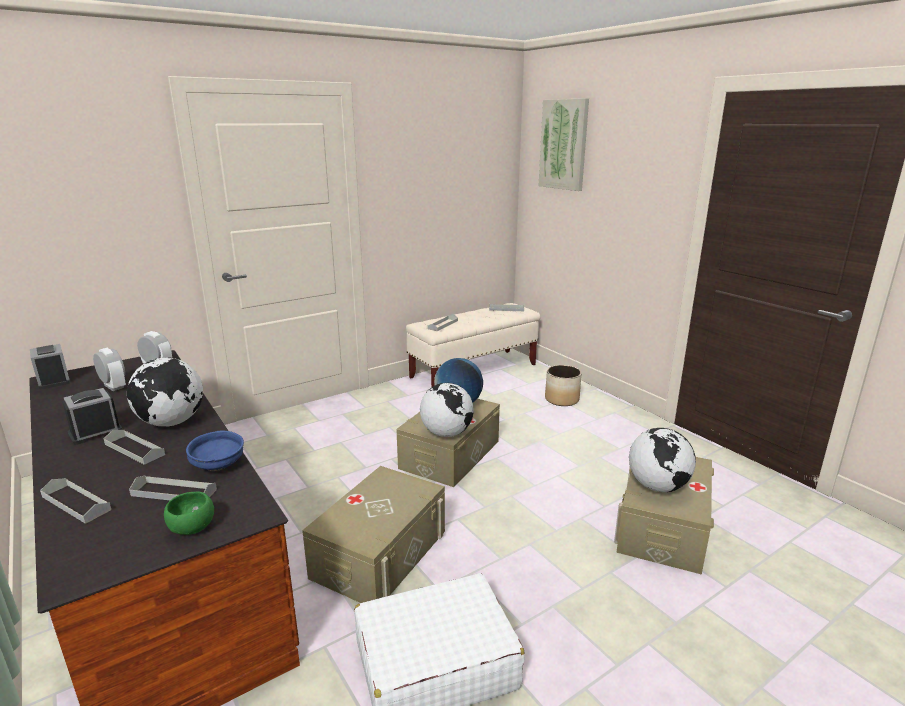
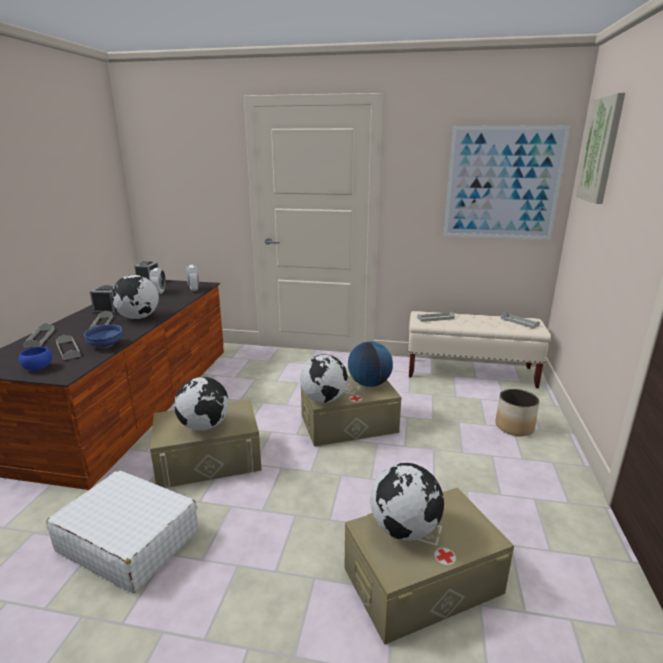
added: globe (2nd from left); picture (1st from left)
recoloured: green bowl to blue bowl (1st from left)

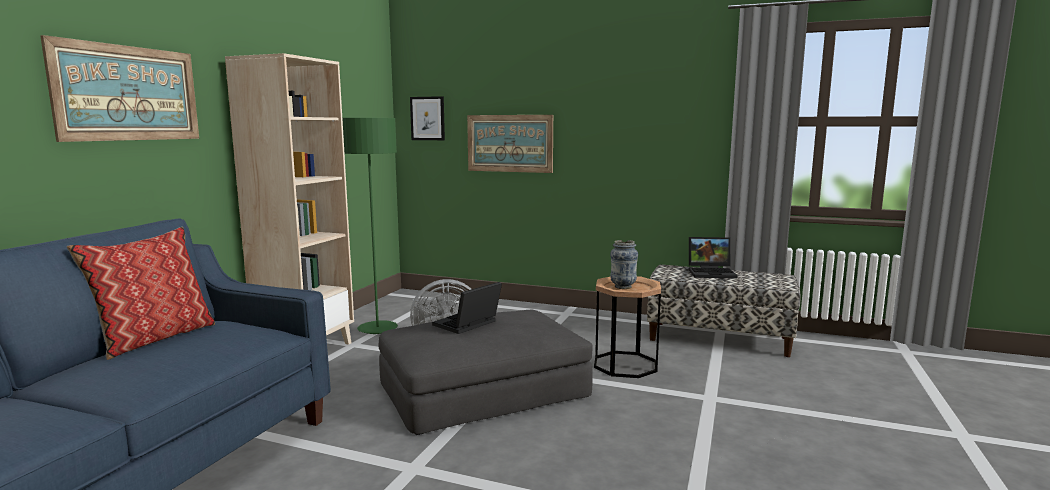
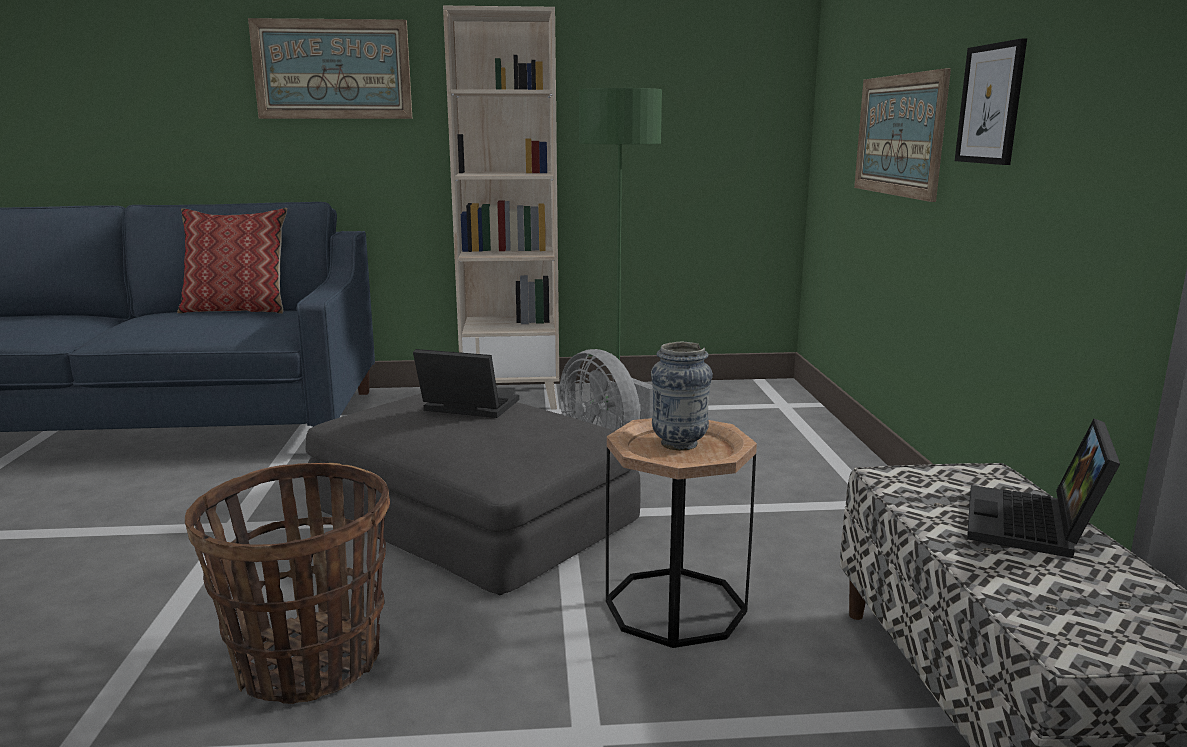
added: basket
moved: picture (2nd from left in the first image) to picture (3rd from left)
turned: laptop (2nd from left) 45 degrees clockwise

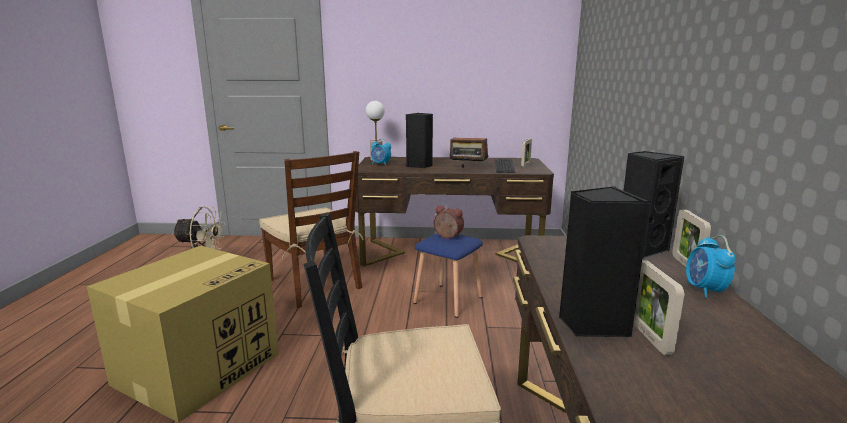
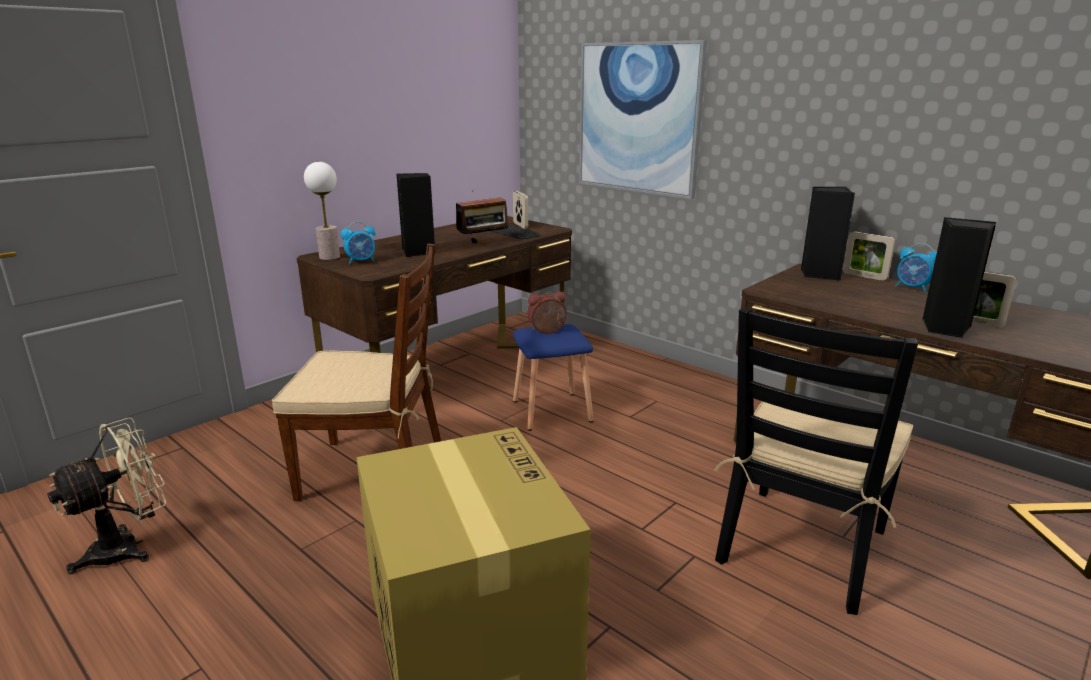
added: picture

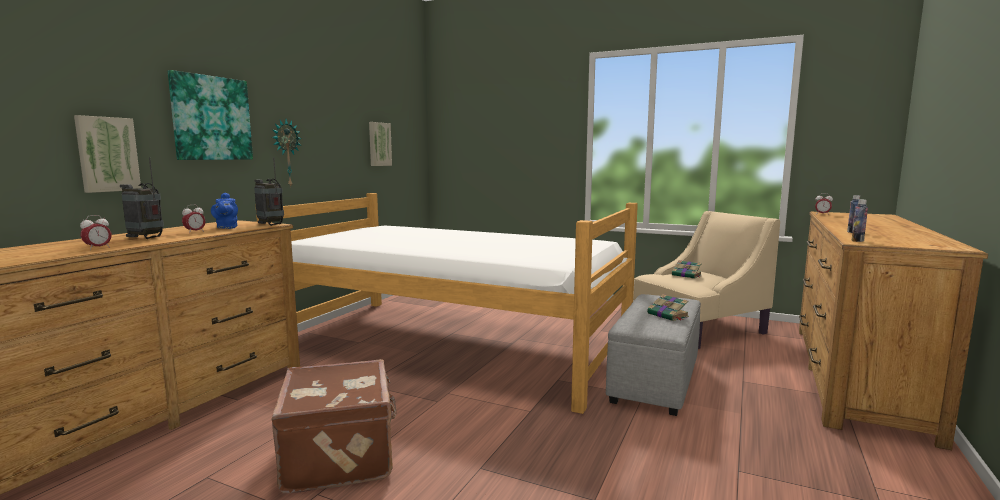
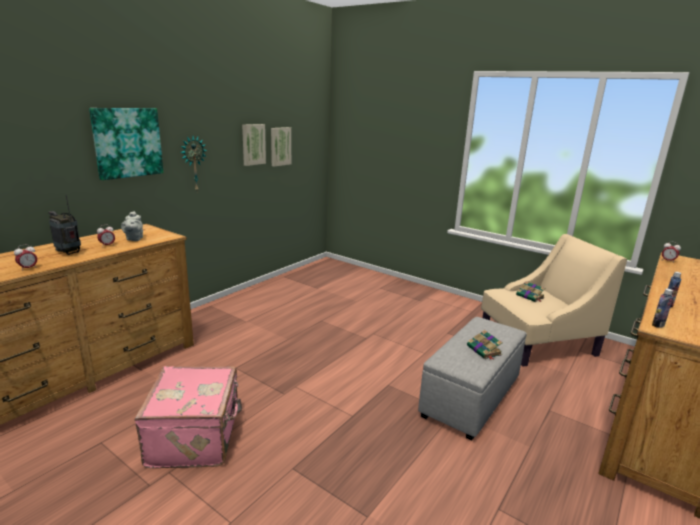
removed: radio (2nd from left); bed
moved: picture (1st from left in the first image) to picture (2nd from left)
recoloured: blue teapot to grey teapot; brown suitcase to pink suitcase

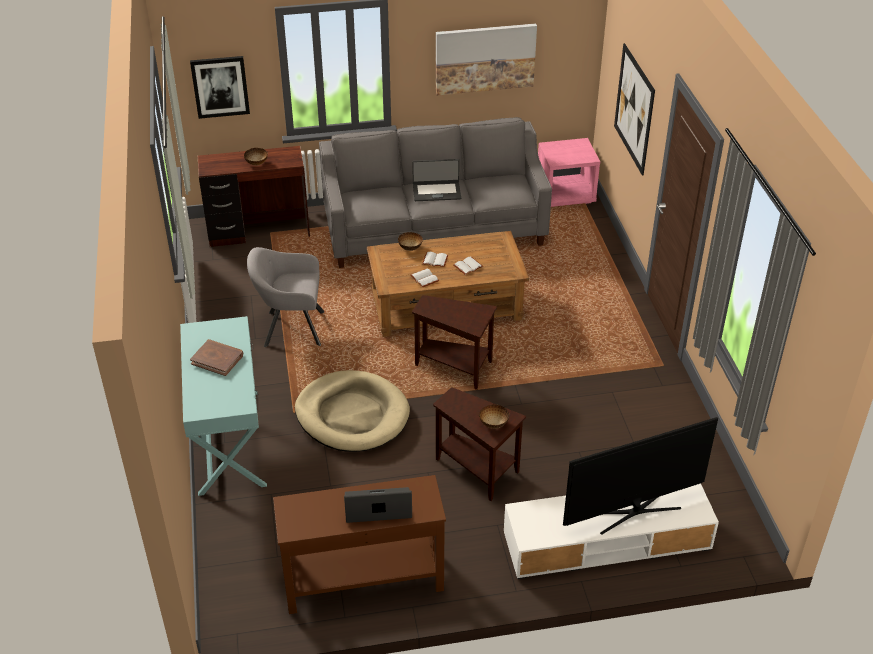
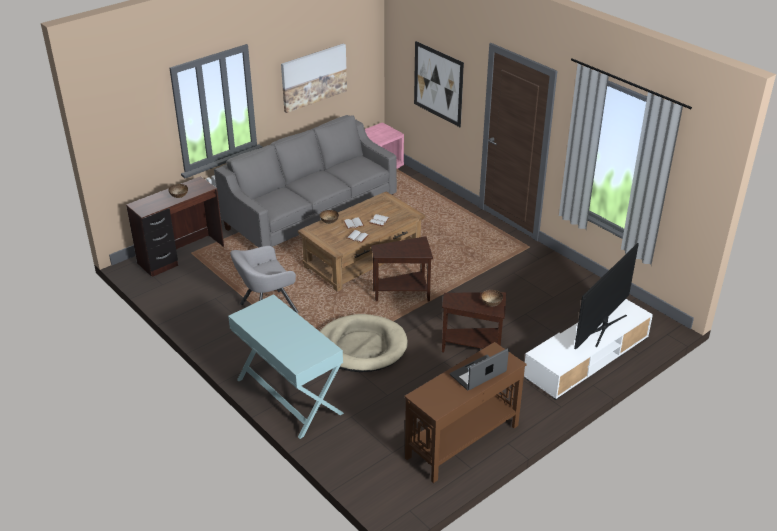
removed: picture (1st from left); brown book; laptop (2nd from left)

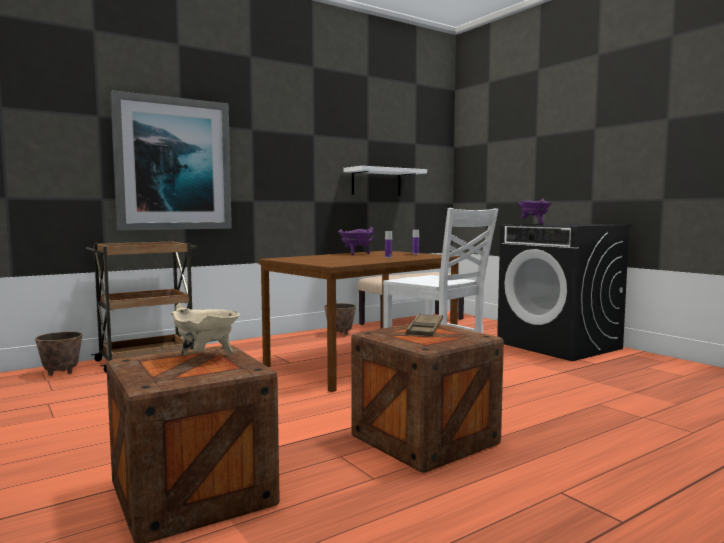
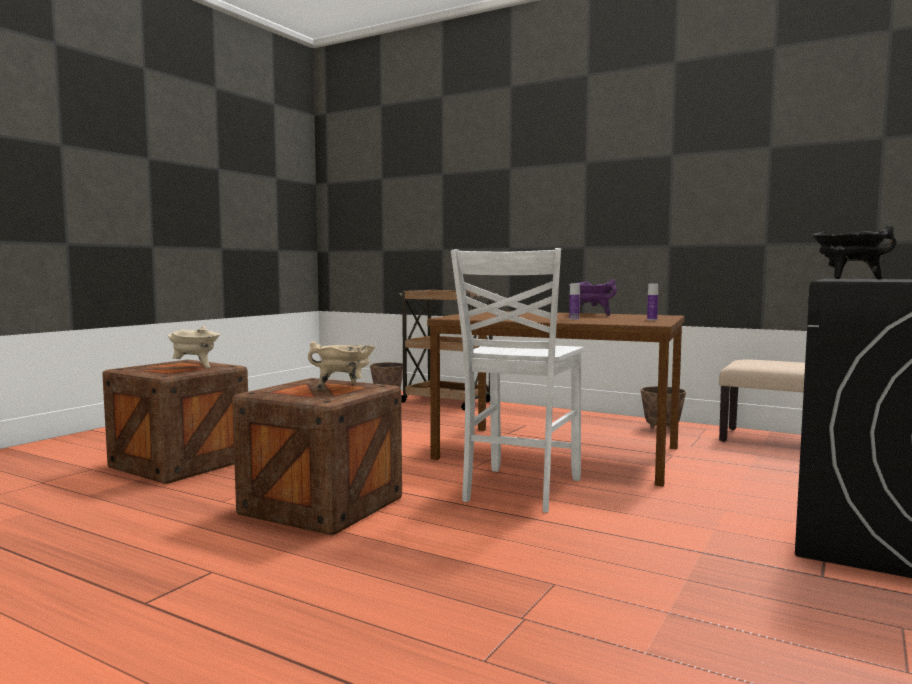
removed: picture; white shelf
replaced: brown tray to beige cooking pot (2nd from left)
recoloured: purple cooking pot (2nd from left) to black cooking pot

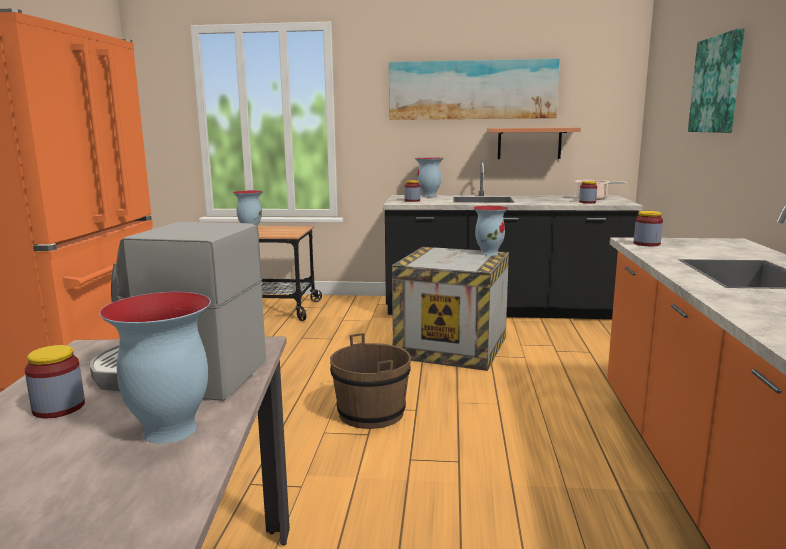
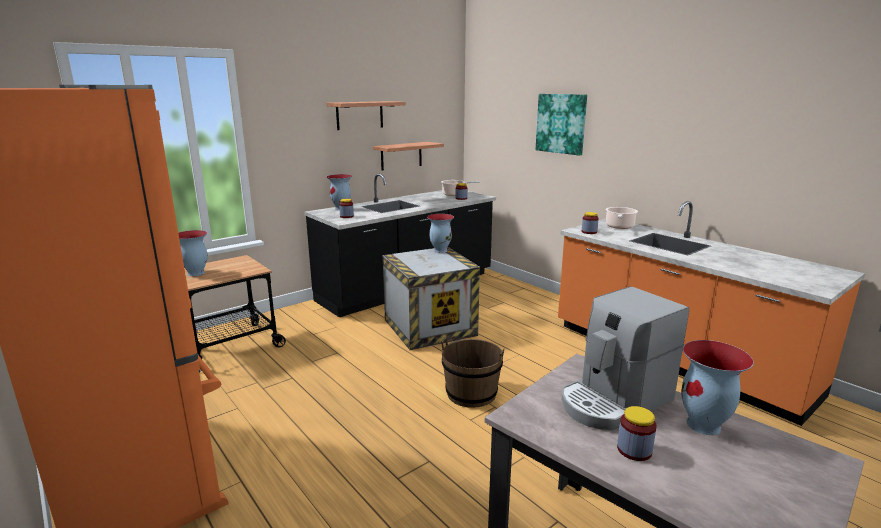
added: cooking pot (2nd from left)
replaced: picture (1st from left) to shelf (1st from left)

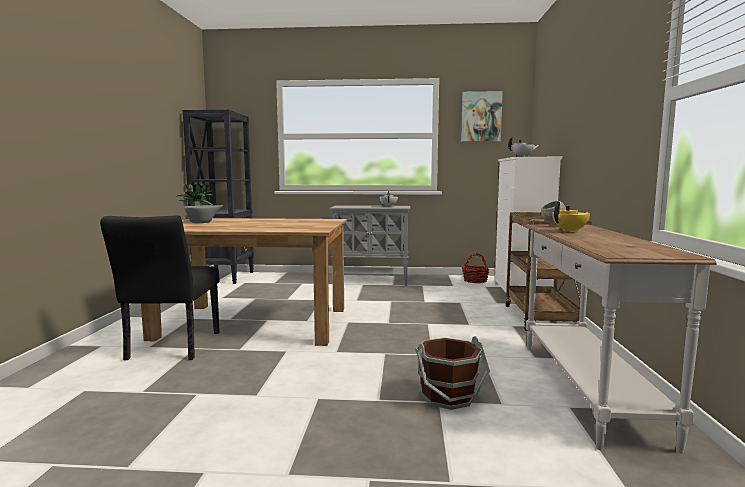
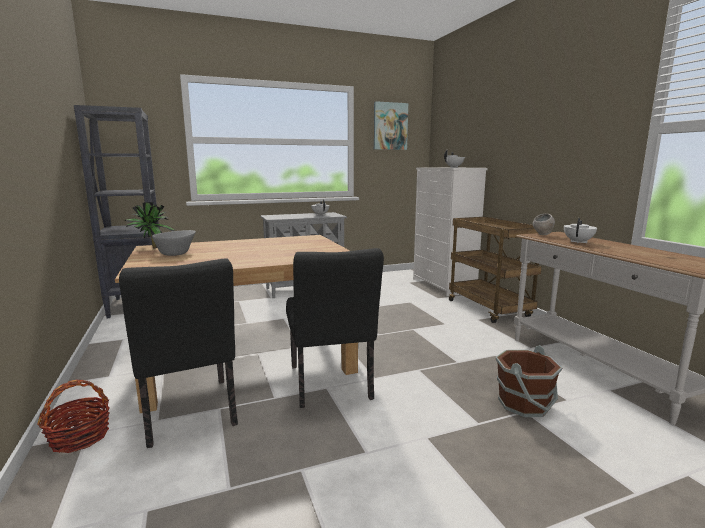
added: black chair (2nd from left)
moved: basket
recoloured: yellow teapot to white teapot (3rd from left)

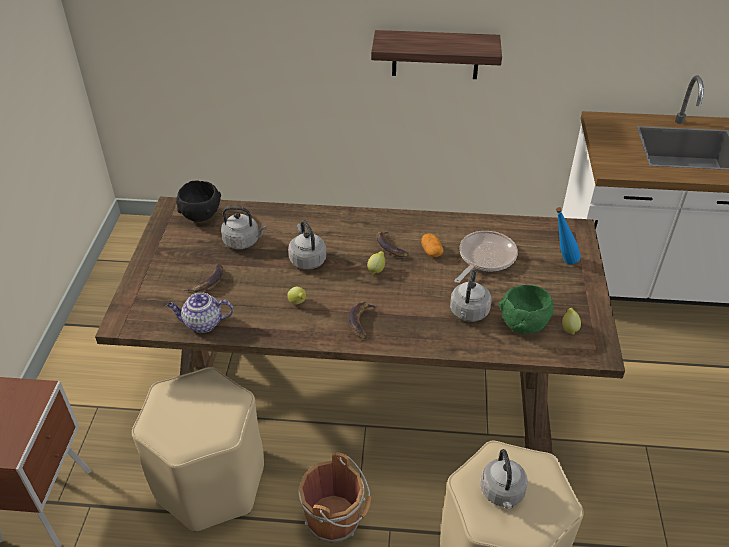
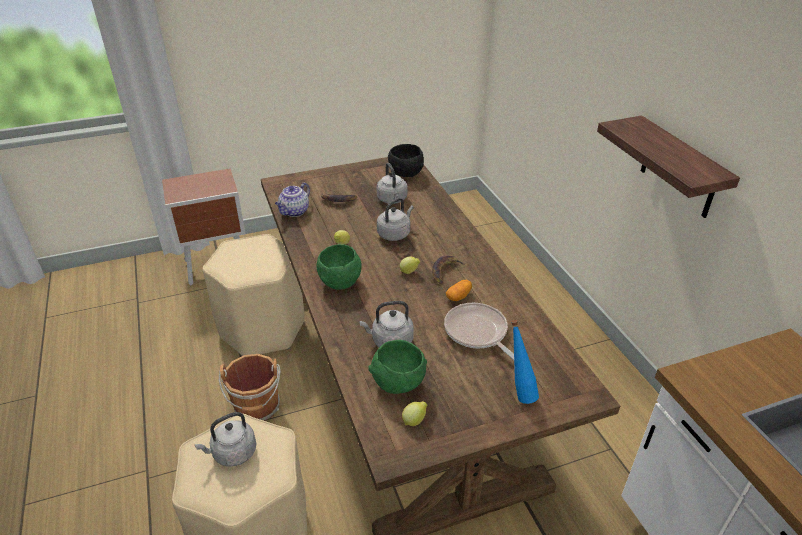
replaced: banana (2nd from left) to green bowl (1st from left)
turned: teapot 120 degrees counterclockwise; frying pan 135 degrees counterclockwise

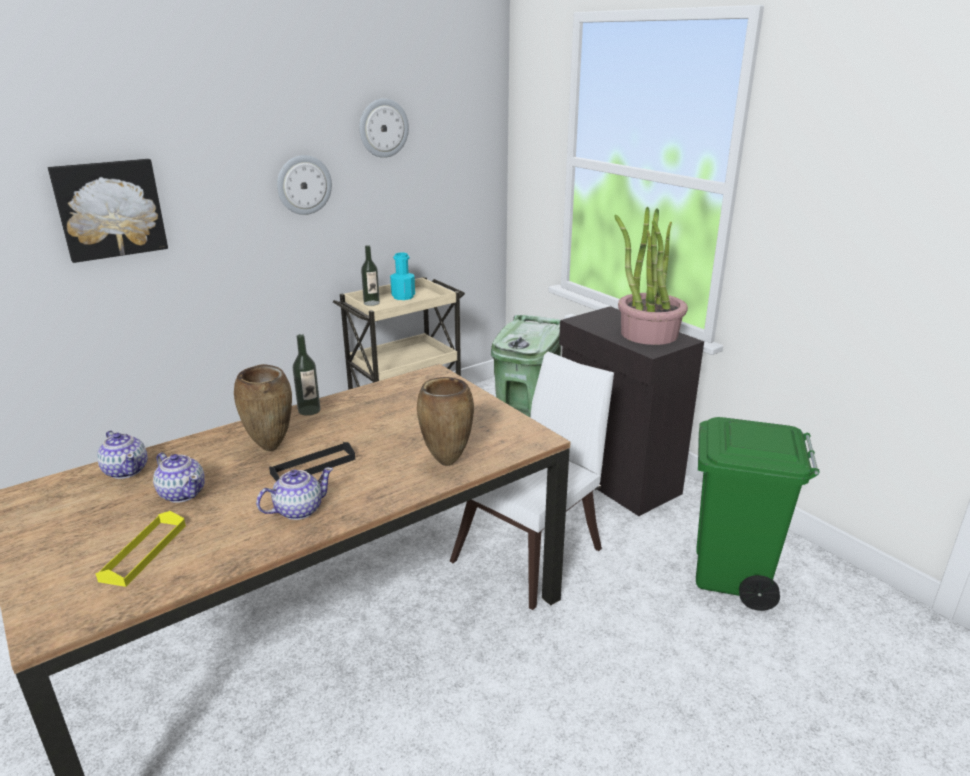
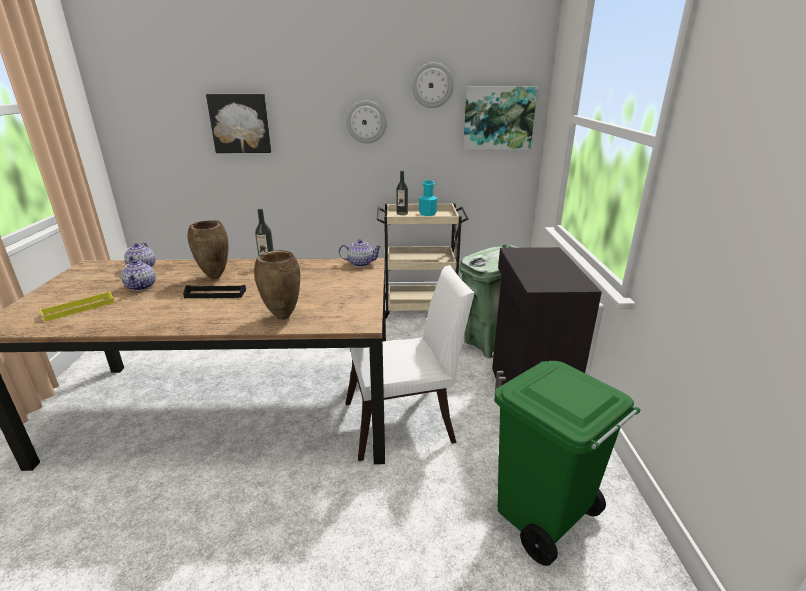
removed: potted plant
added: picture (2nd from left)
moved: teapot (3rd from left)

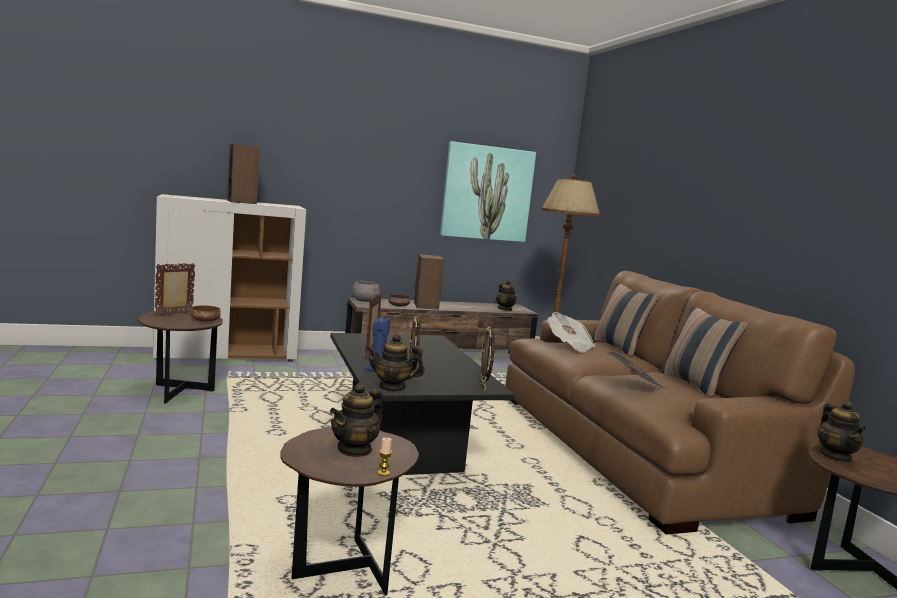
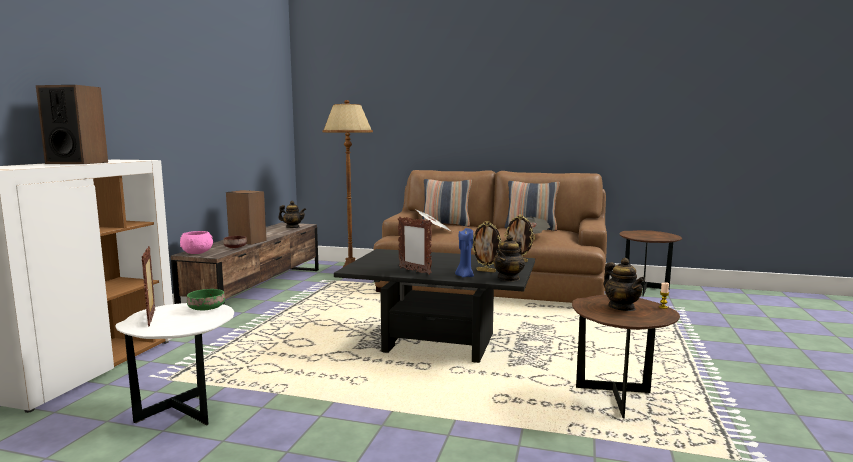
removed: picture; teapot (4th from left)
recoloured: brown side table (1st from left) to white side table; brown bowl (1st from left) to green bowl; grey bowl to pink bowl

